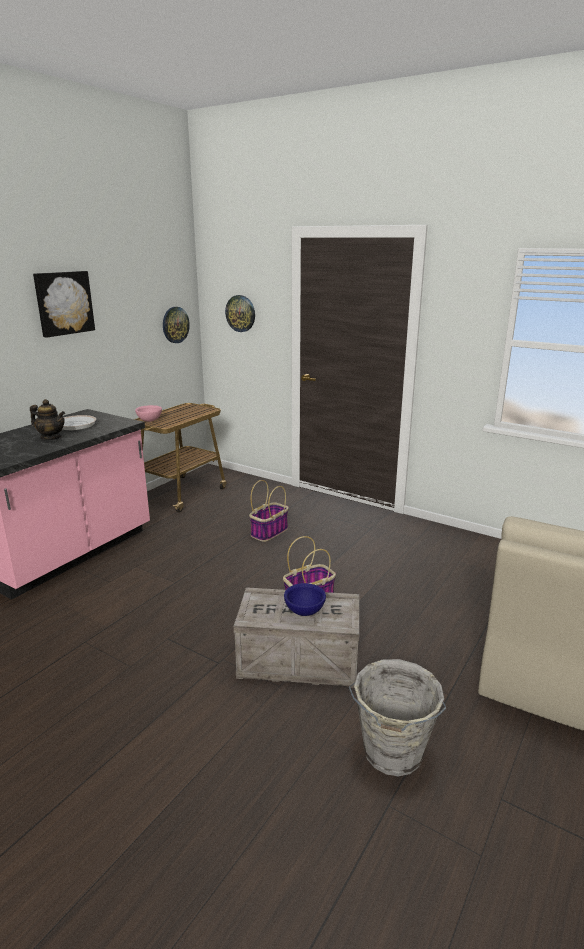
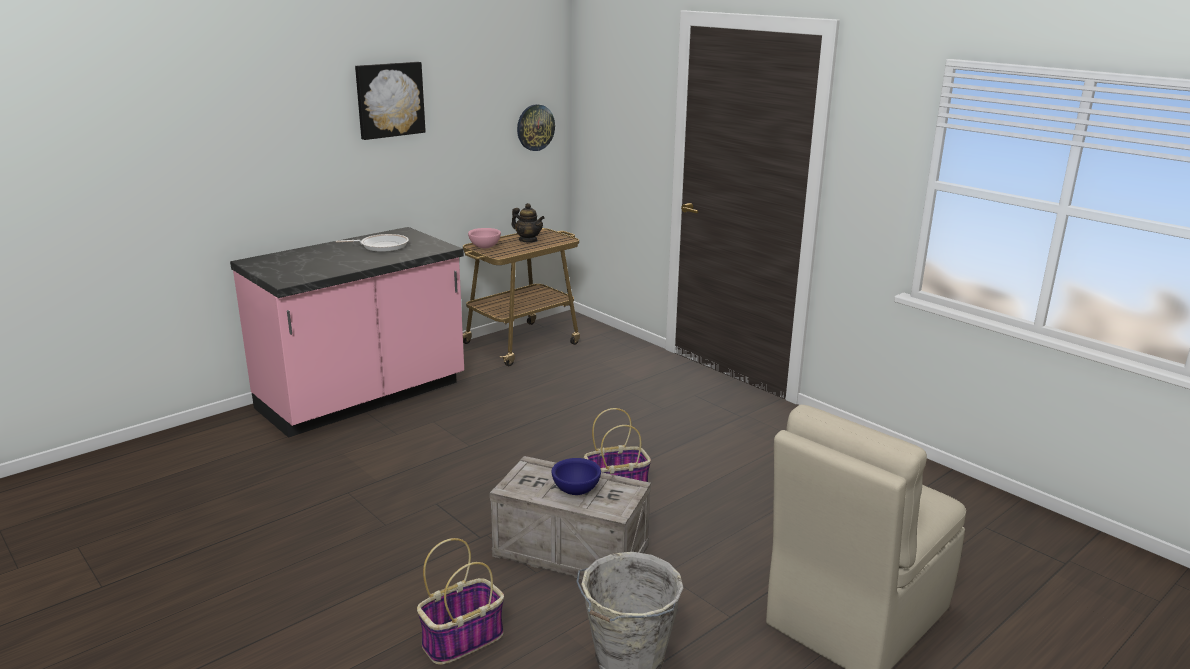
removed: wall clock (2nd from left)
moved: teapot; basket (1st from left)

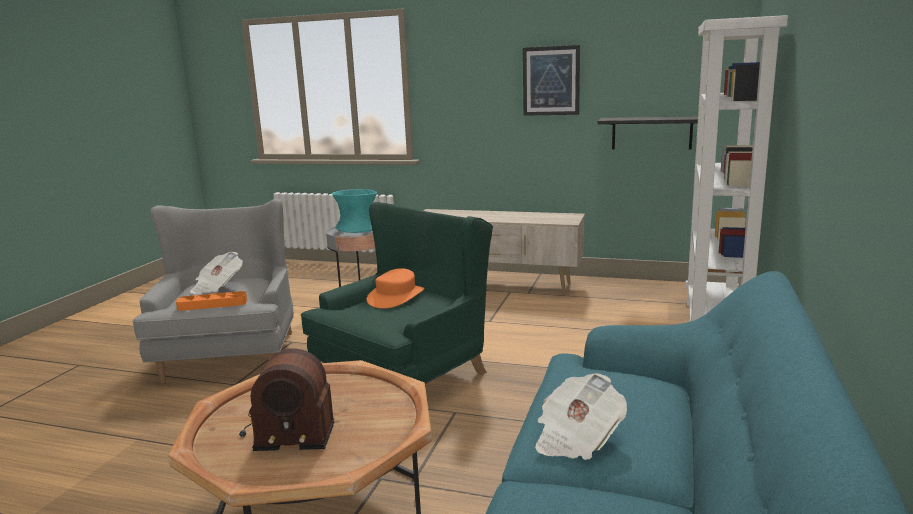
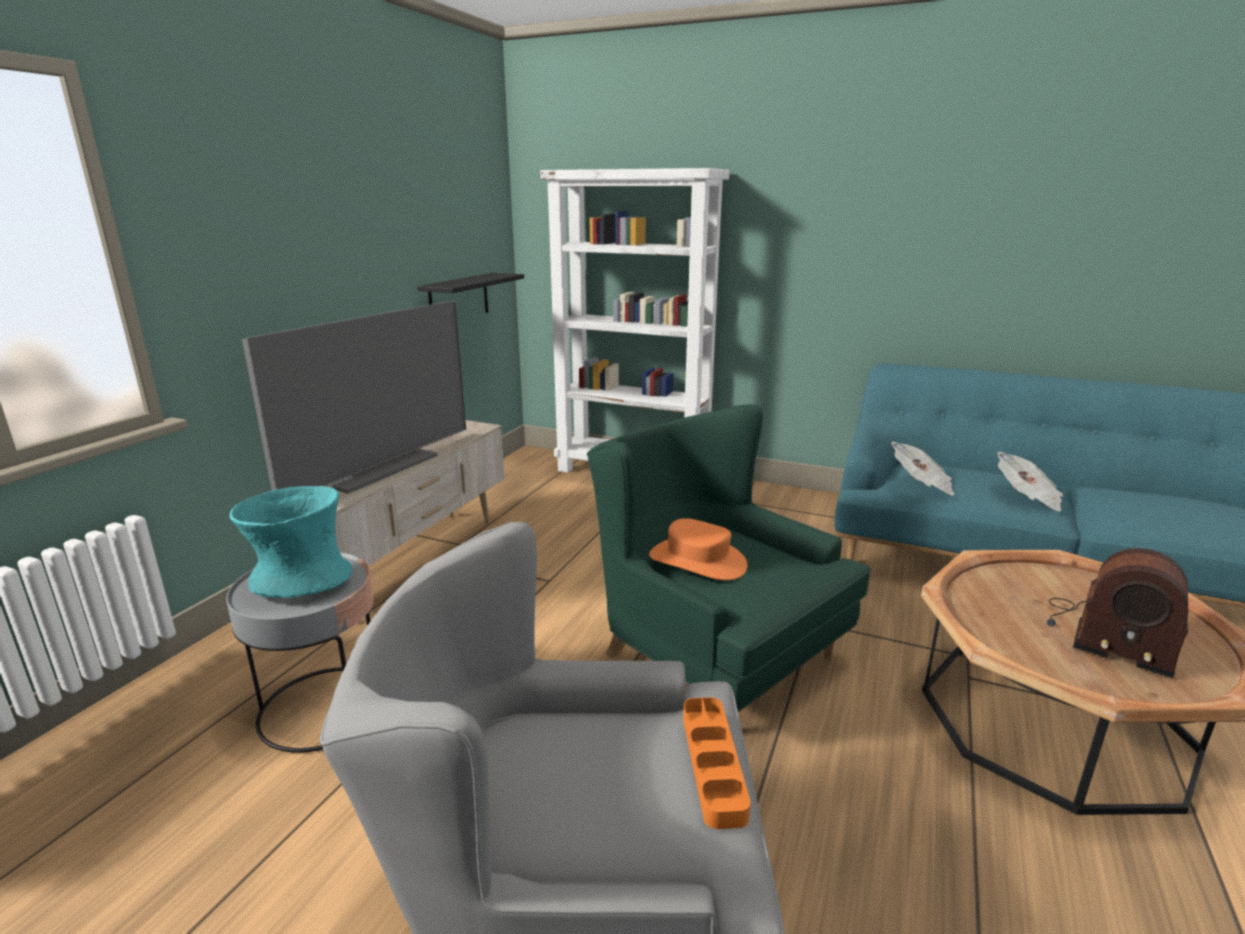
removed: picture
added: television
moved: newspaper (1st from left)
turned: radio 120 degrees clockwise

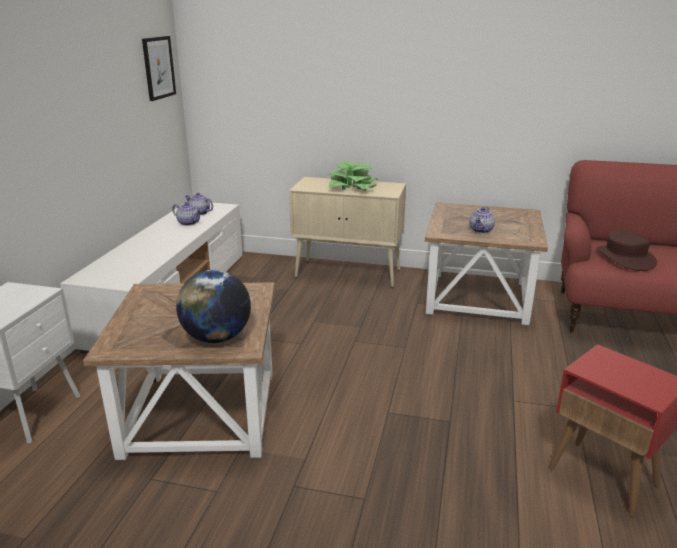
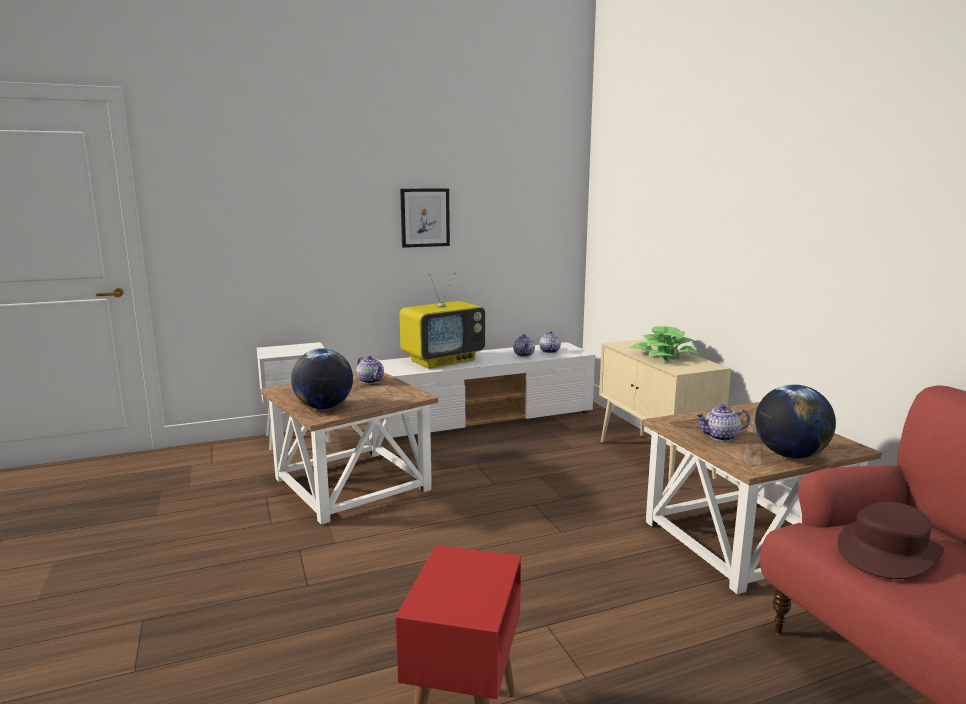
added: teapot (1st from left); television; globe (2nd from left)
moved: picture

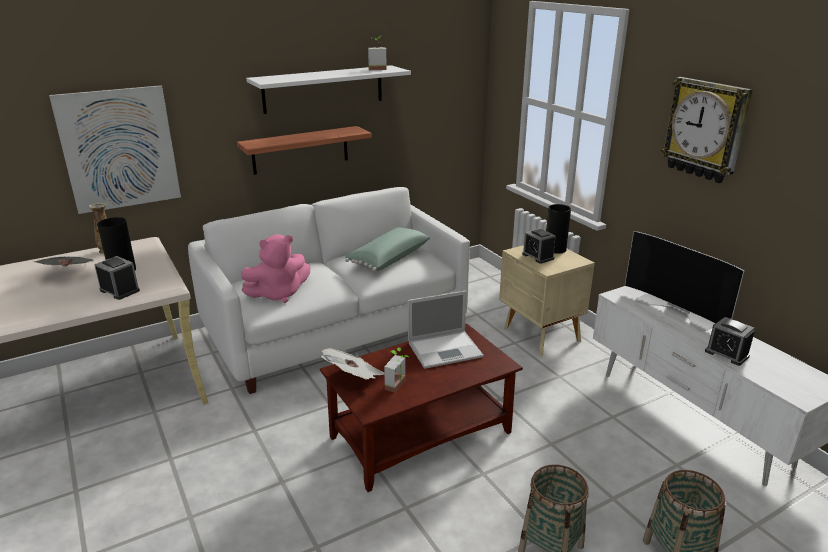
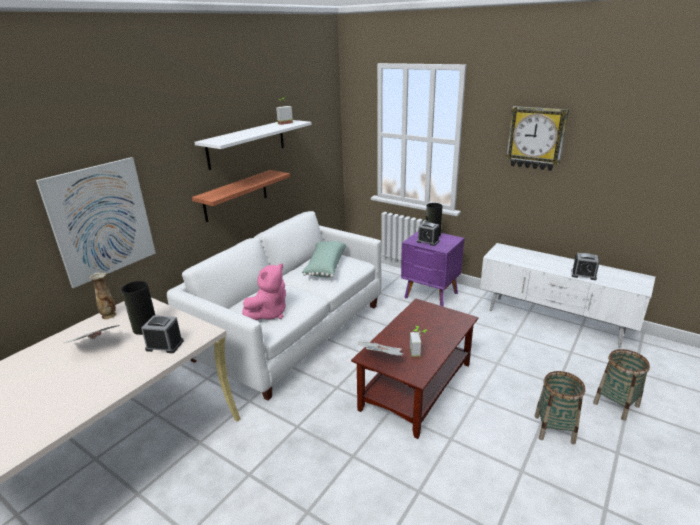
removed: laptop; television
recoloured: beige nightstand to purple nightstand

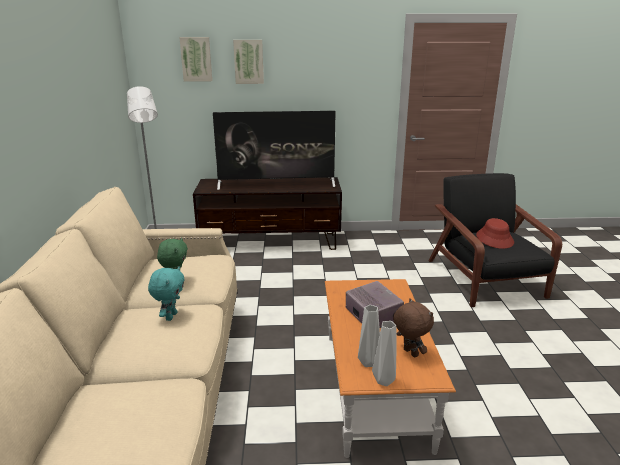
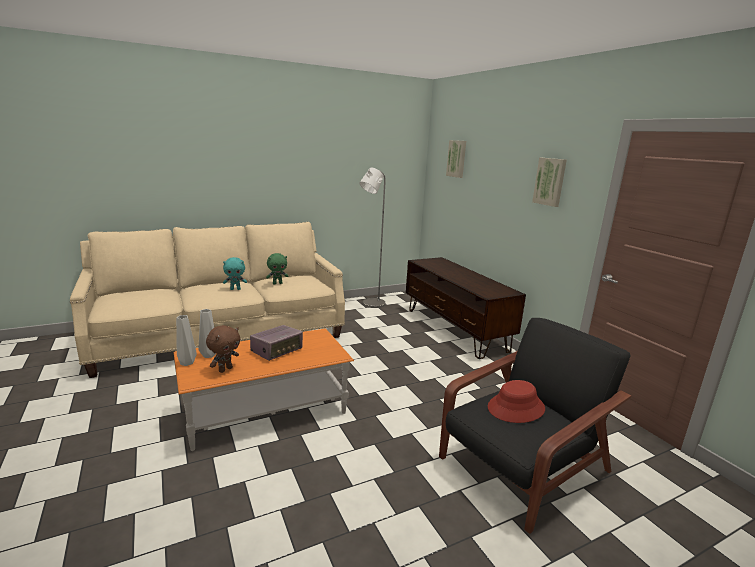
removed: television
moved: picture (2nd from left)

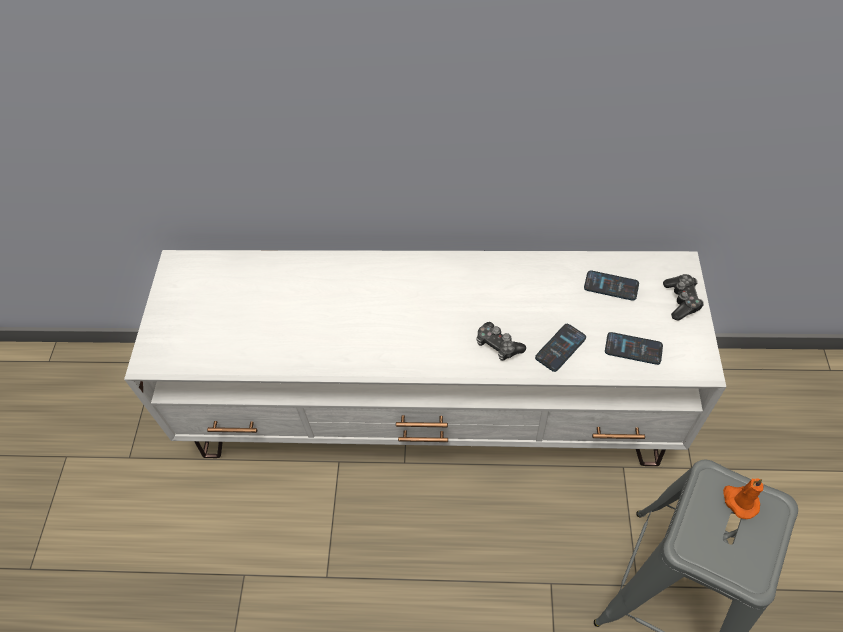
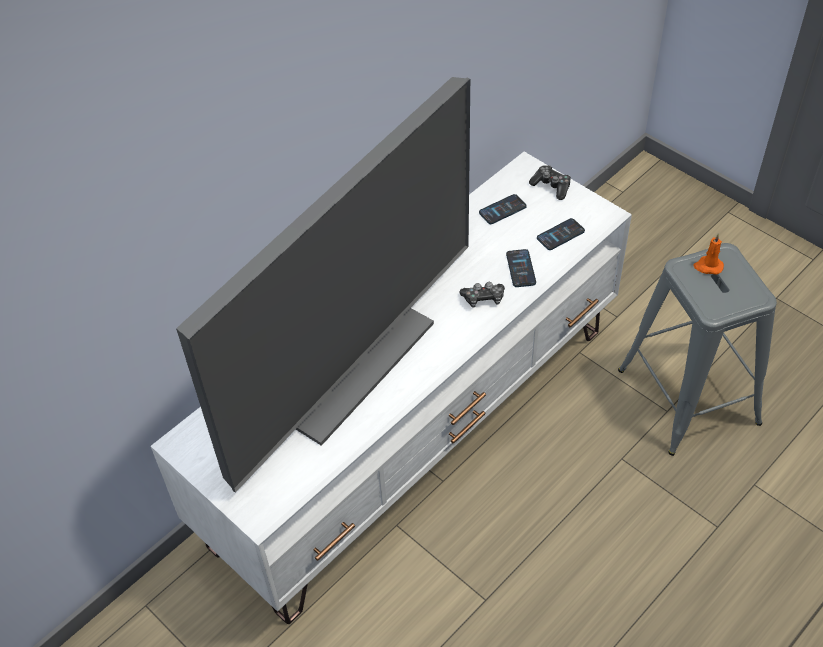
added: television

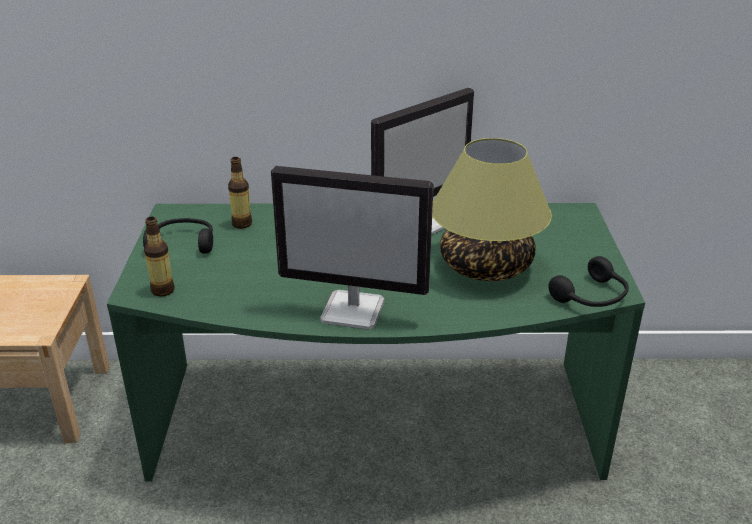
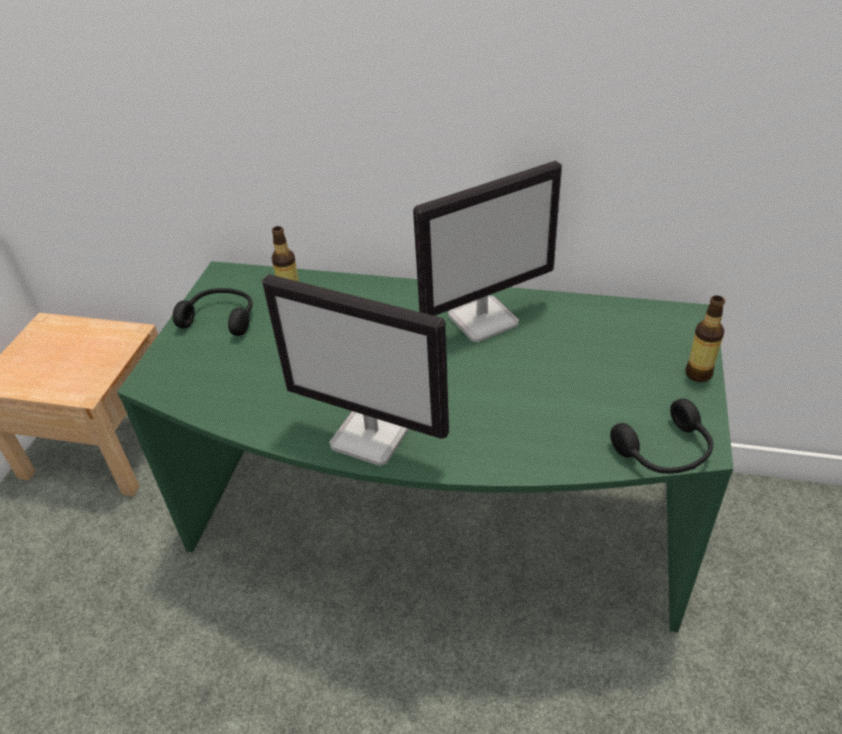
removed: table lamp
moved: bottle (1st from left in the first image) to bottle (2nd from left)

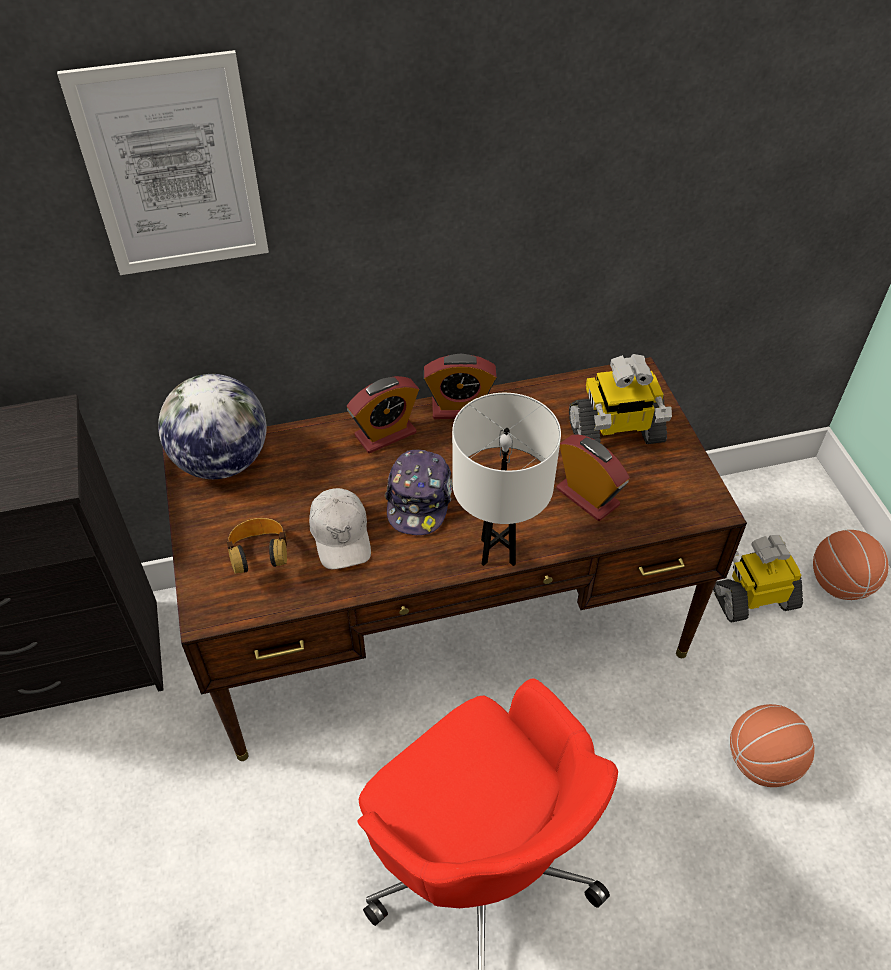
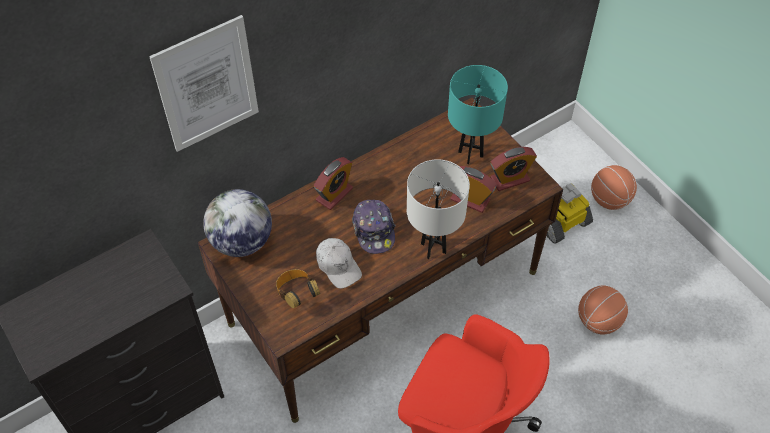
moved: alarm clock (2nd from left in the first image) to alarm clock (3rd from left)
replaced: toy robot (1st from left) to turquoise table lamp

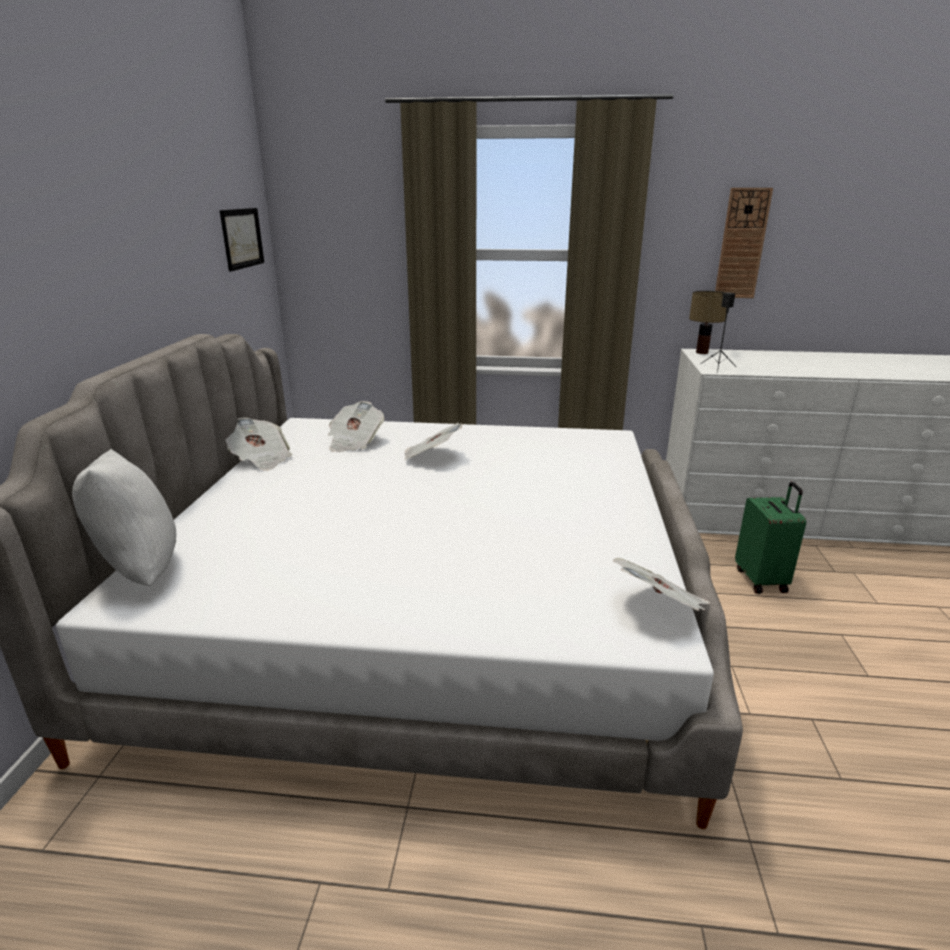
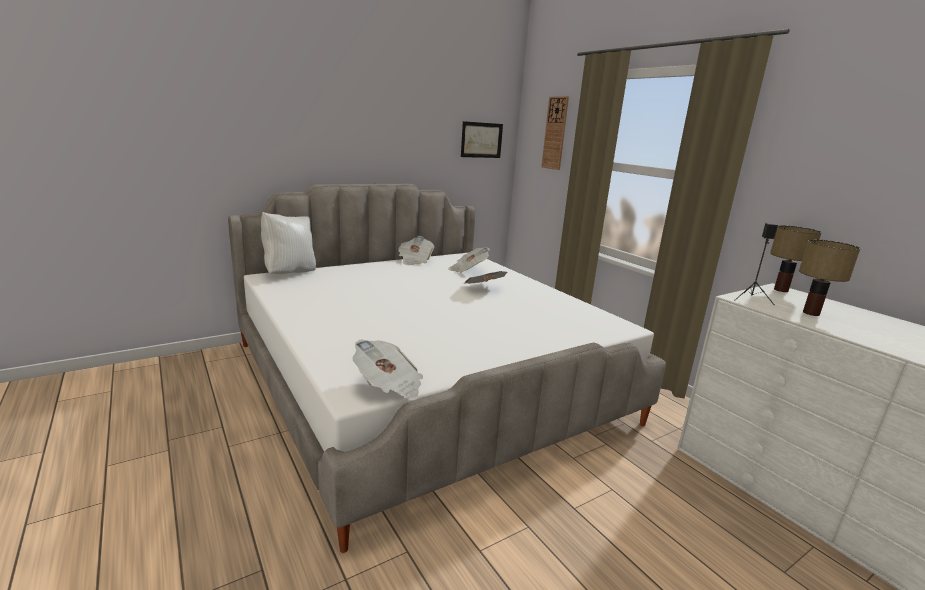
removed: green suitcase
added: table lamp (2nd from left)
moved: wall clock

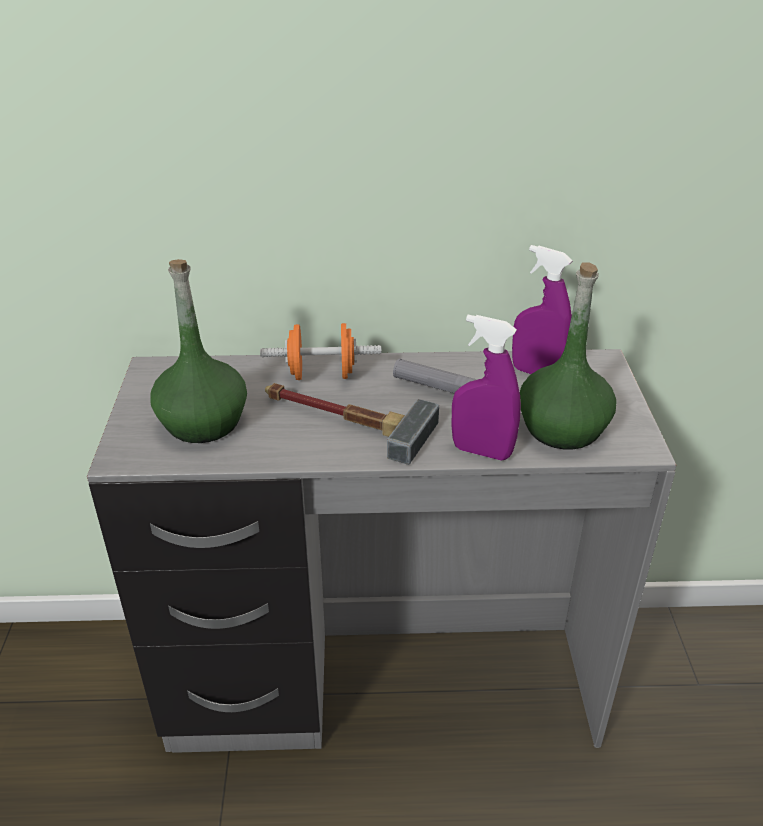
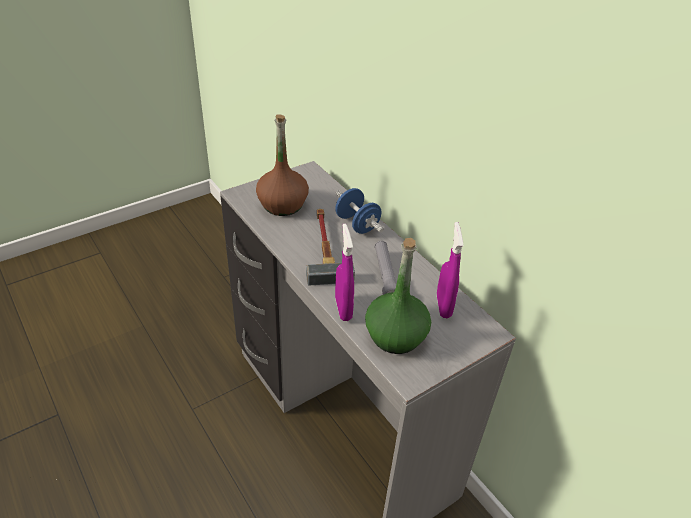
recoloured: green bottle (1st from left) to brown bottle; orange dumbbell to blue dumbbell

